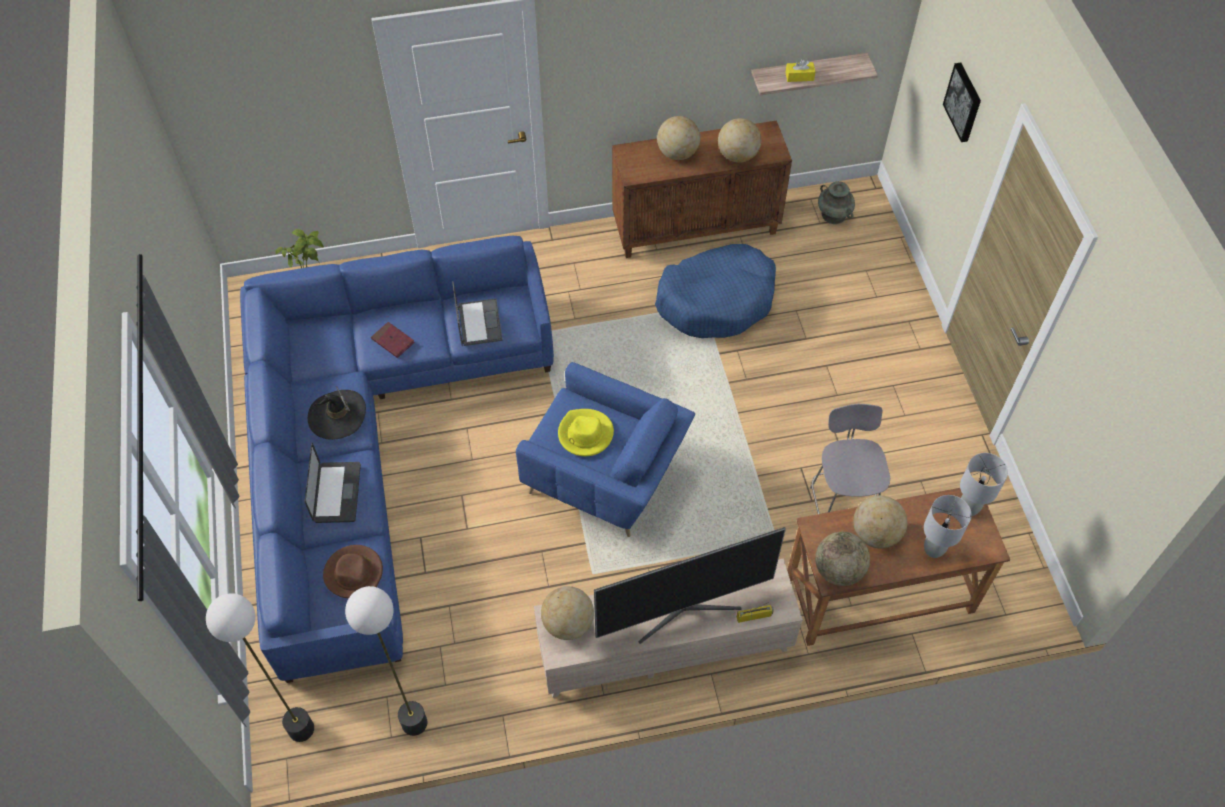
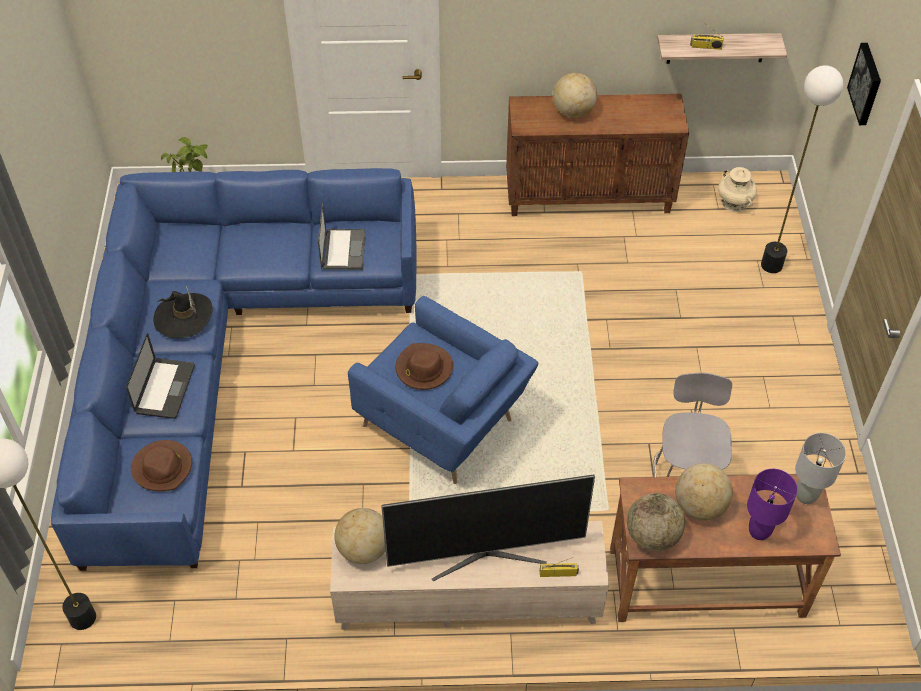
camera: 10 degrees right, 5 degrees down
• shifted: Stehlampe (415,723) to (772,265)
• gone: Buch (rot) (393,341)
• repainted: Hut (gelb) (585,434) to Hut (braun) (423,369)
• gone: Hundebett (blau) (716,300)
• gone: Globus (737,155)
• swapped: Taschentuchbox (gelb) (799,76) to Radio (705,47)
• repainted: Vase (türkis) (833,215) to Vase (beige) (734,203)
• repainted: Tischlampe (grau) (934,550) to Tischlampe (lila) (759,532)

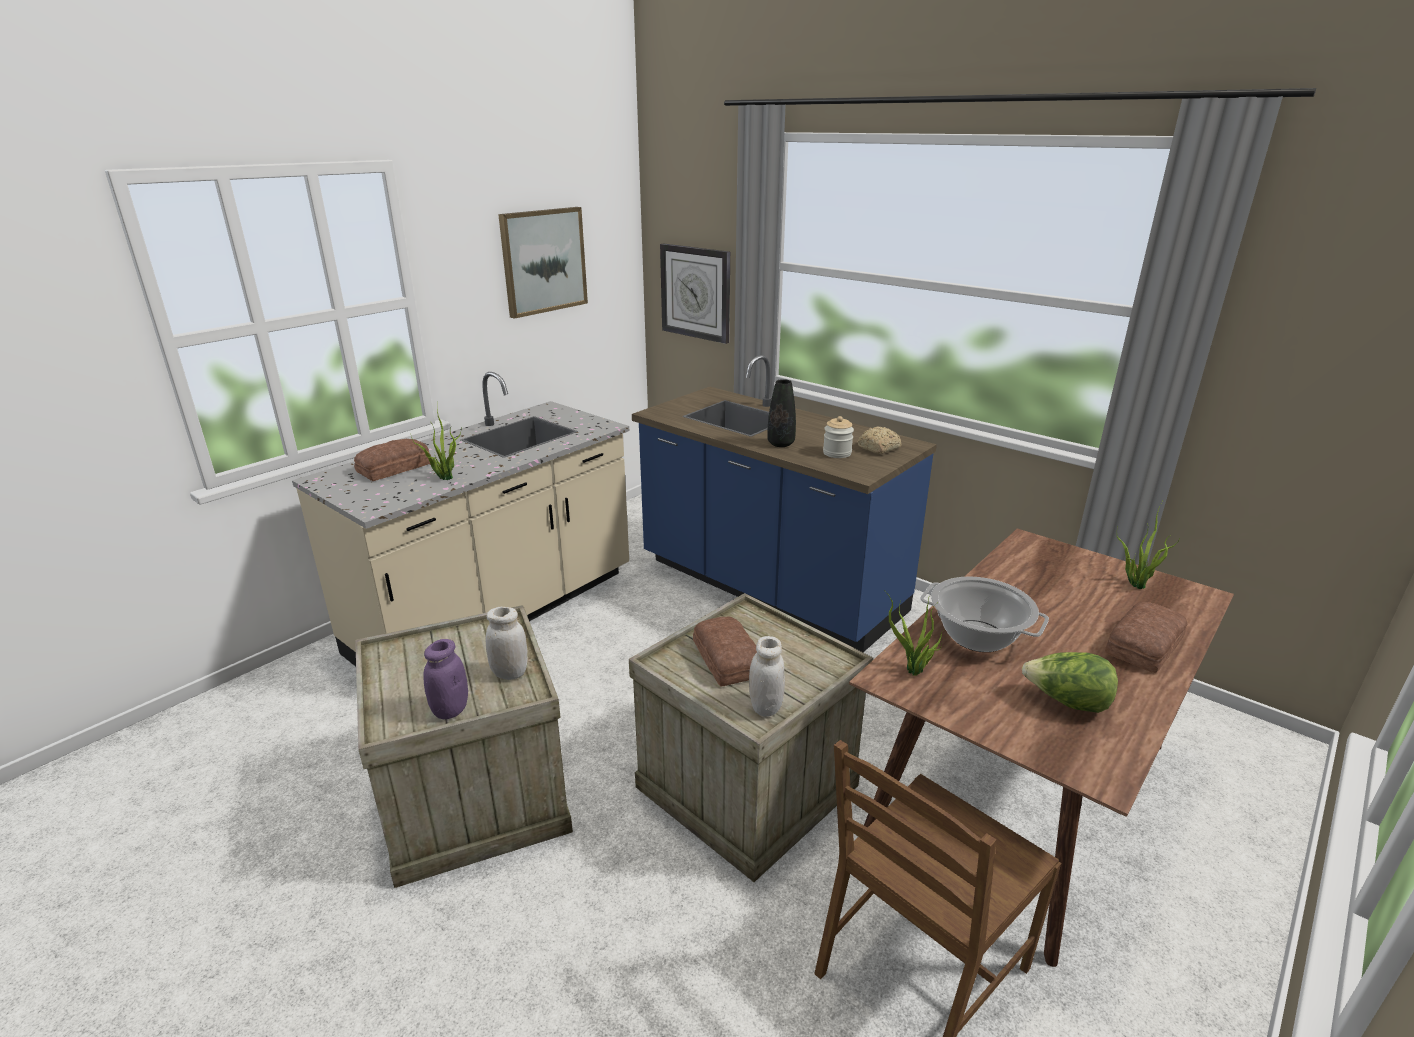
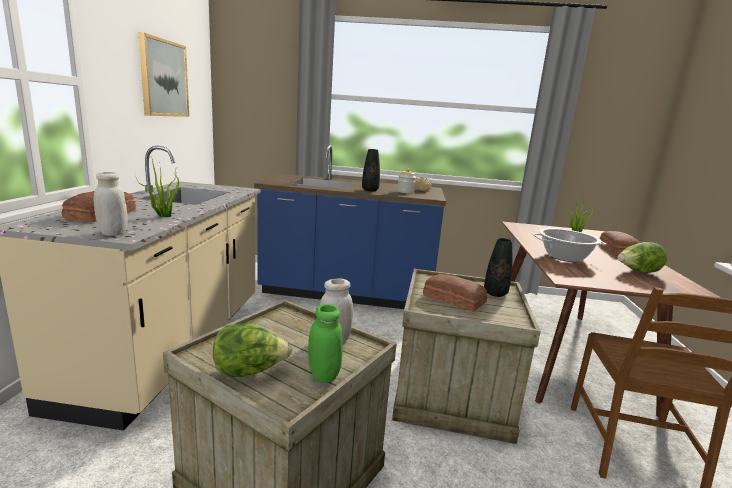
camera: 35 degrees left, 10 degrees down
• repainted: Vorratsglas (lila) (450,710) to Vorratsglas (grün) (324,375)
• gone: Wanduhr (696,292)
• shifted: Vorratsglas (weiß) (765,707) to (113,233)
• gone: Topfpflanze (913,672)
• new: Salatkopf (250,372)
• new: Vase (schwarz) (495,293)

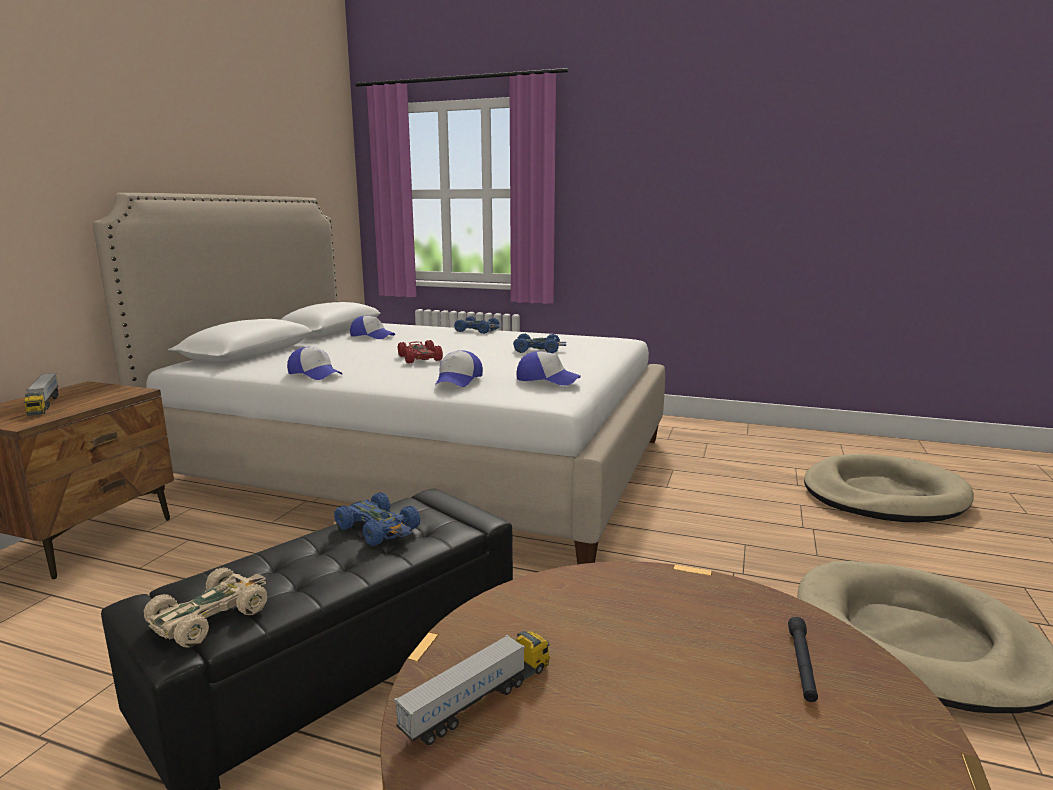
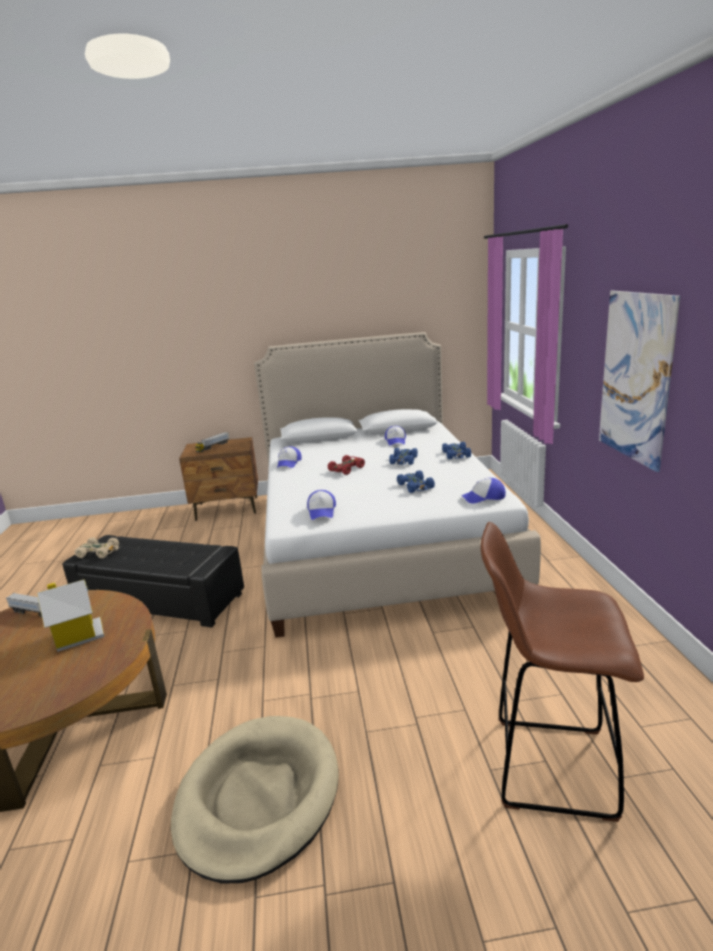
camera: 65 degrees right, 5 degrees up
• shifted: Spielzeugauto (blau) (379,528) to (404,460)
• shifted: Kappe (458,380) to (484,497)
• gone: Taschenlampe (schwarz) (802,665)
• swapped: Hundebett (beige) (883,495) to Hocker (braun) (548,766)
• new: Spielzeughaus (77,635)
• new: Bild (635,377)

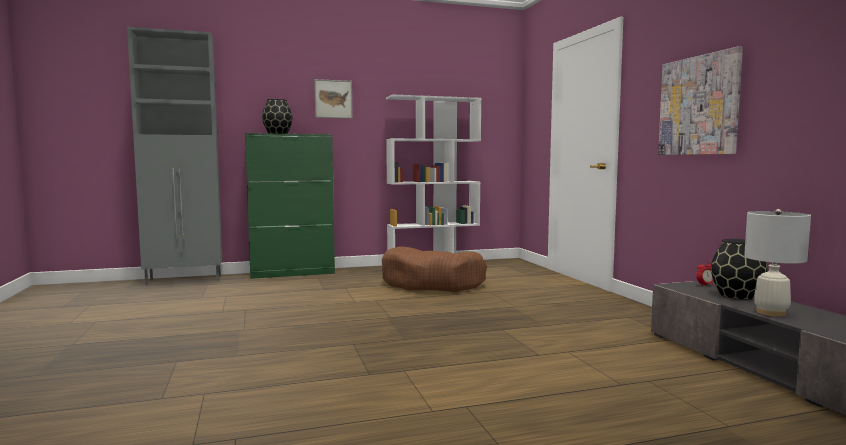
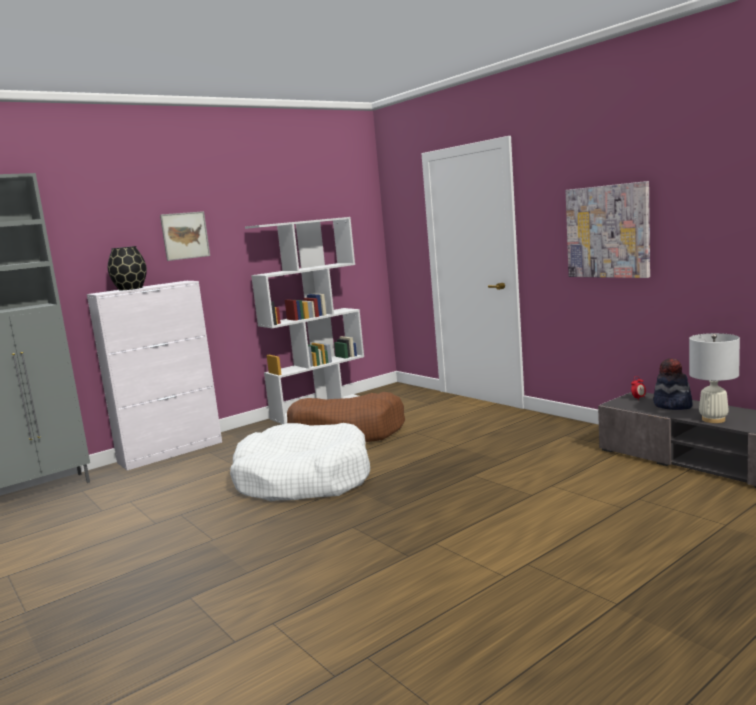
camera: 20 degrees left, 5 degrees up
• repainted: Schrank (grün) (293,273) to Schrank (weiß) (171,452)
• swapped: Vase (schwarz) (736,295) to Hut (672,405)
• new: Hundebett (weiß) (303,480)

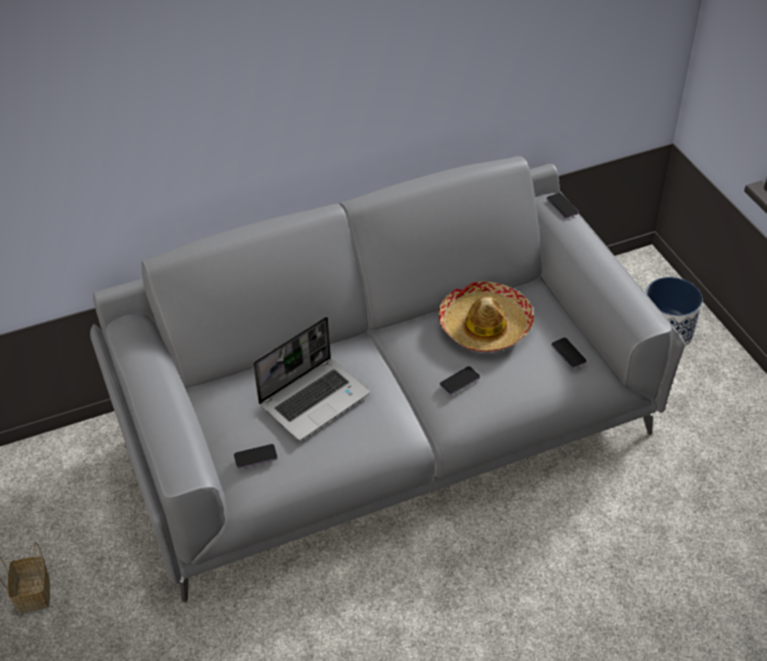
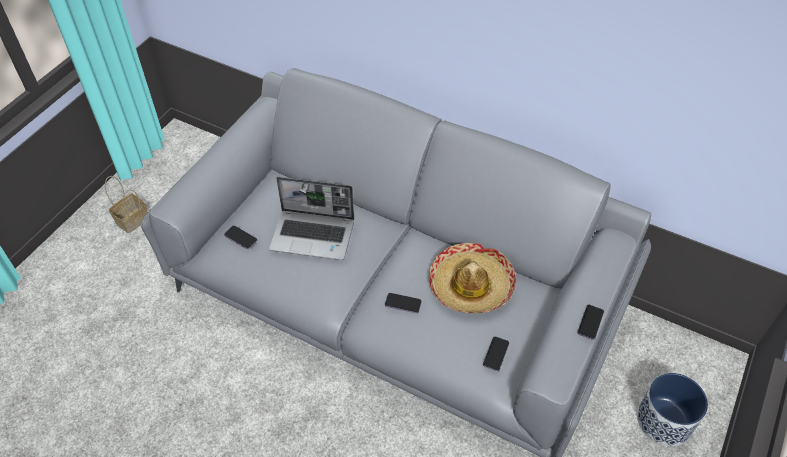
camera: 50 degrees right, 5 degrees up
• shifted: Handy (562,206) to (590,322)

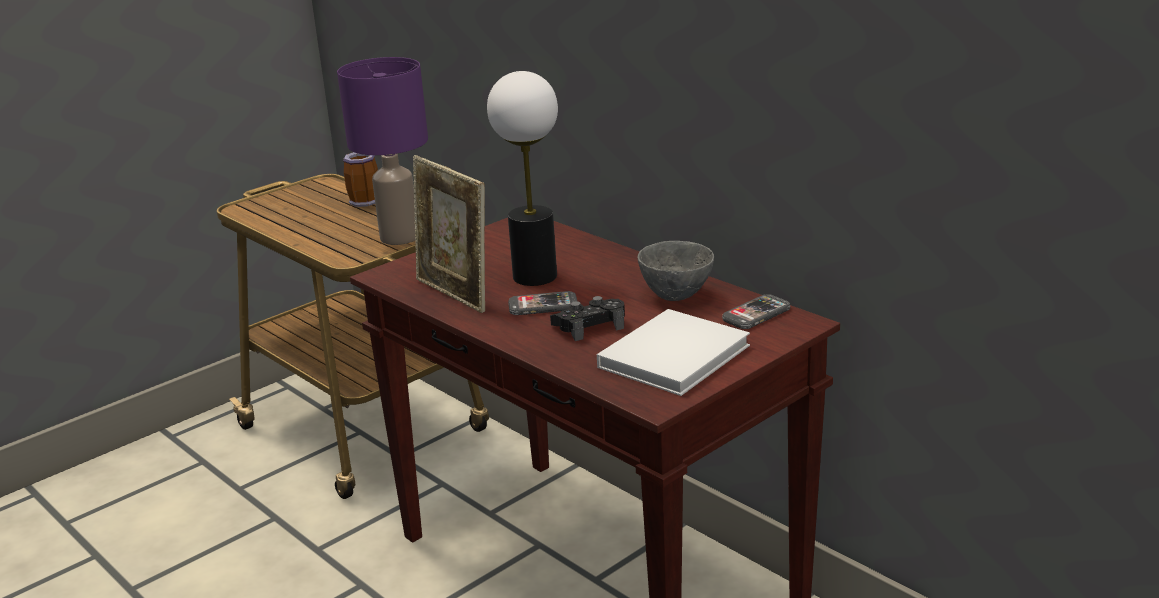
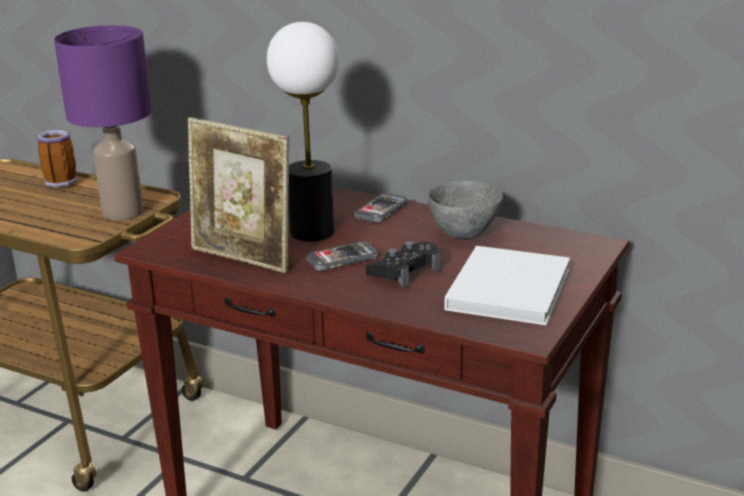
camera: 20 degrees left, 0 degrees up
• shifted: Handy (756,314) to (381,210)

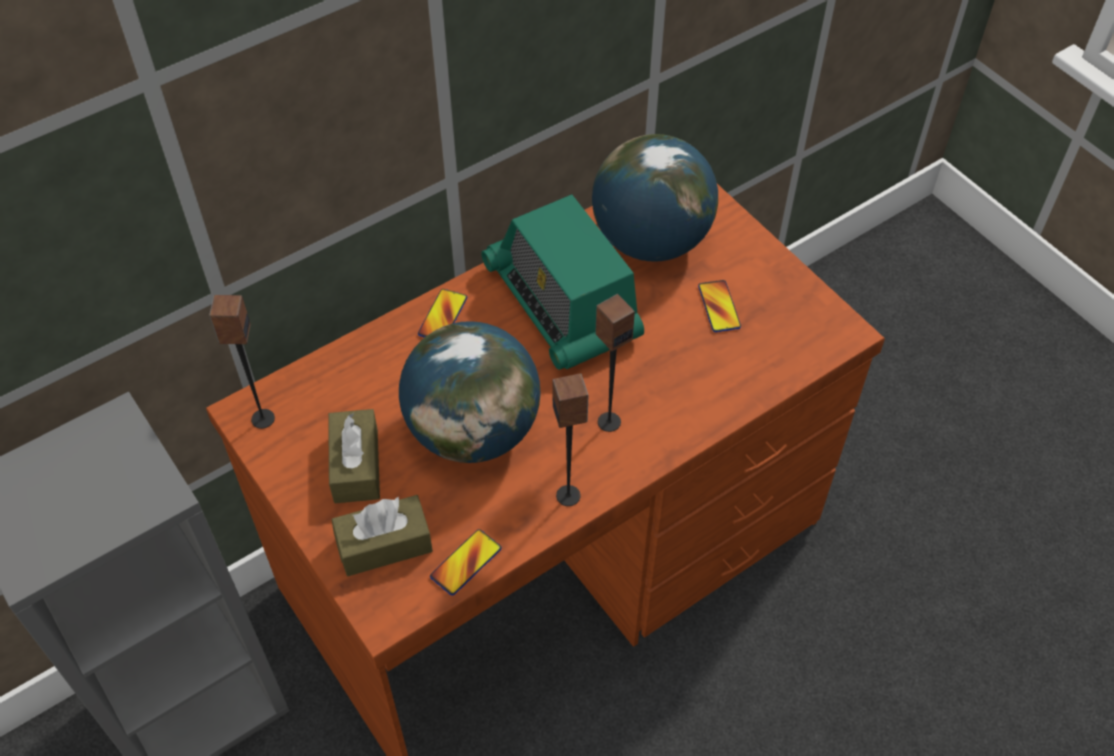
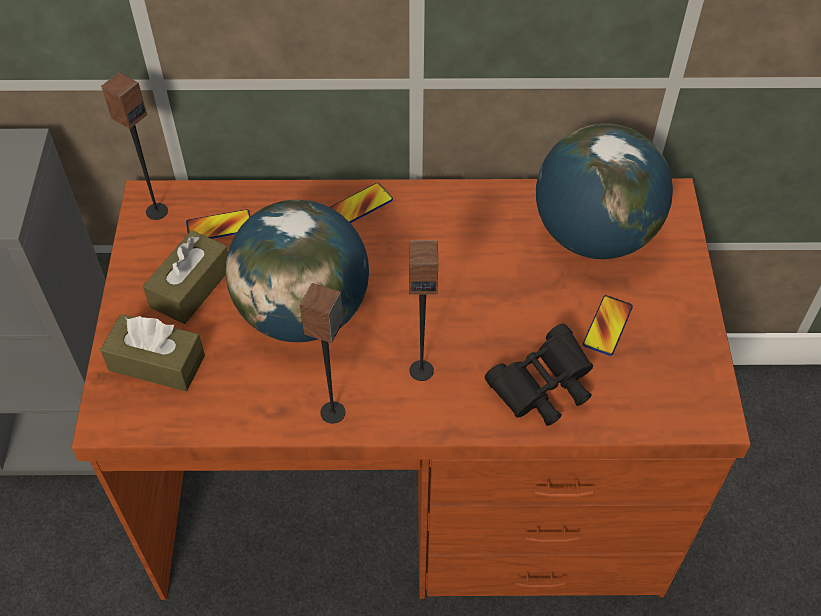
camera: 35 degrees right, 0 degrees up
• shifted: Handy (466,563) to (219,227)
• gone: Radio (562,303)
• new: Fernglas (schwarz) (542,389)

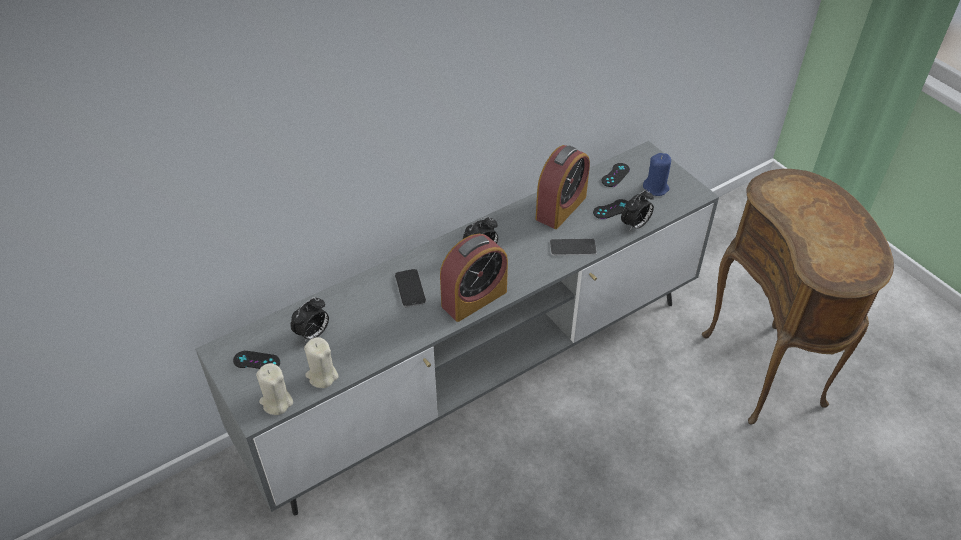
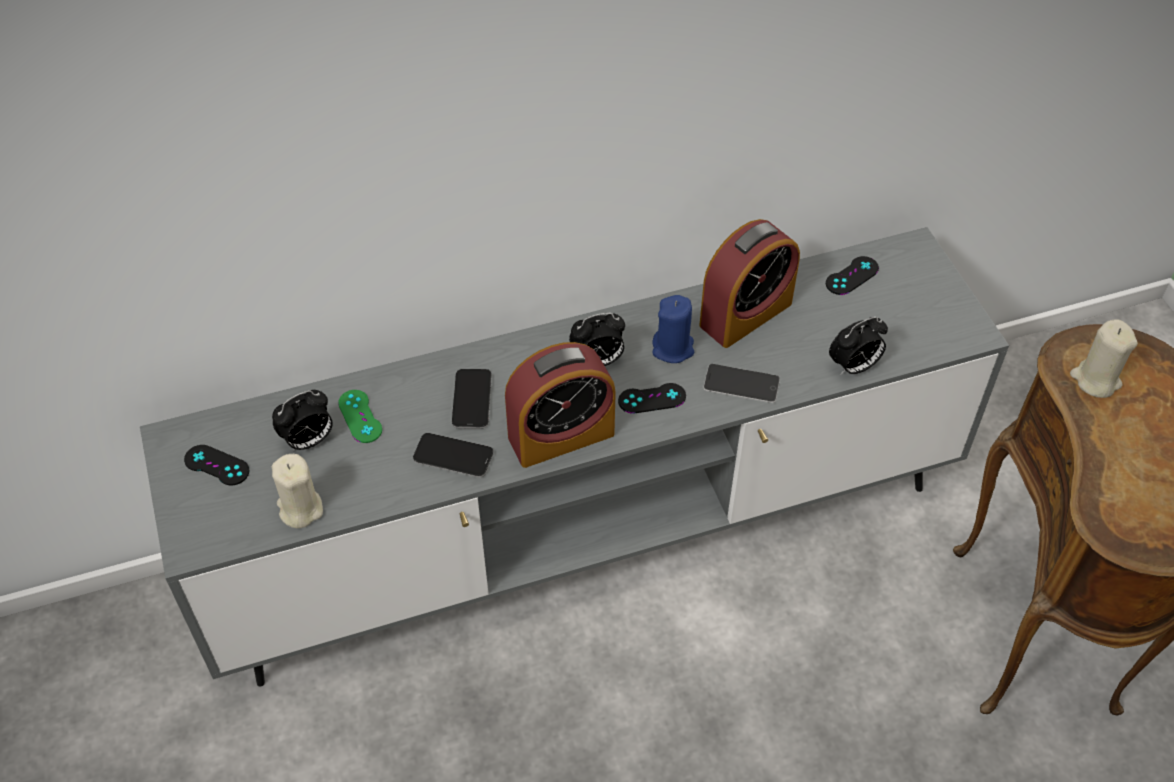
camera: 15 degrees right, 5 degrees up
• shifted: Kerze (beige) (276,402) to (1095,380)
• shifted: Gamepad (schwarz) (612,209) to (652,398)
• shifted: Kerze (blau) (656,188) to (673,348)
• new: Gamepad (grün) (360,416)
• new: Handy (453,456)

